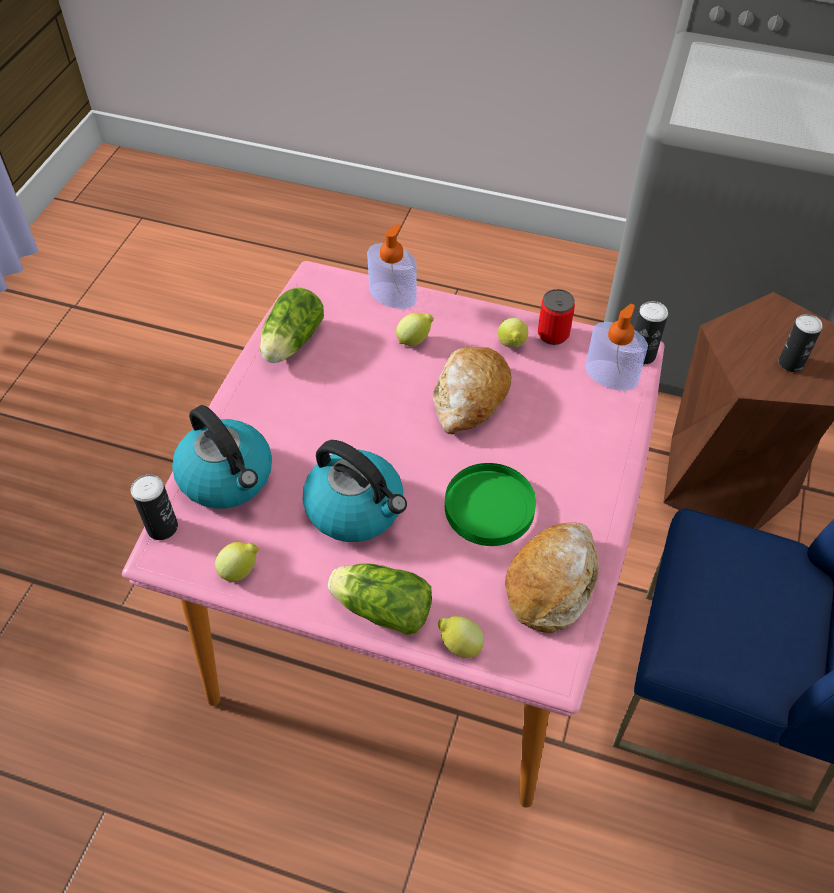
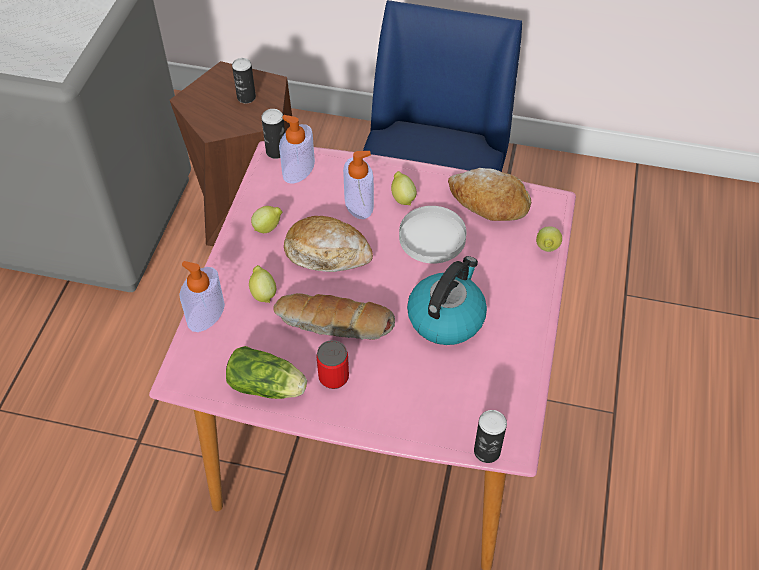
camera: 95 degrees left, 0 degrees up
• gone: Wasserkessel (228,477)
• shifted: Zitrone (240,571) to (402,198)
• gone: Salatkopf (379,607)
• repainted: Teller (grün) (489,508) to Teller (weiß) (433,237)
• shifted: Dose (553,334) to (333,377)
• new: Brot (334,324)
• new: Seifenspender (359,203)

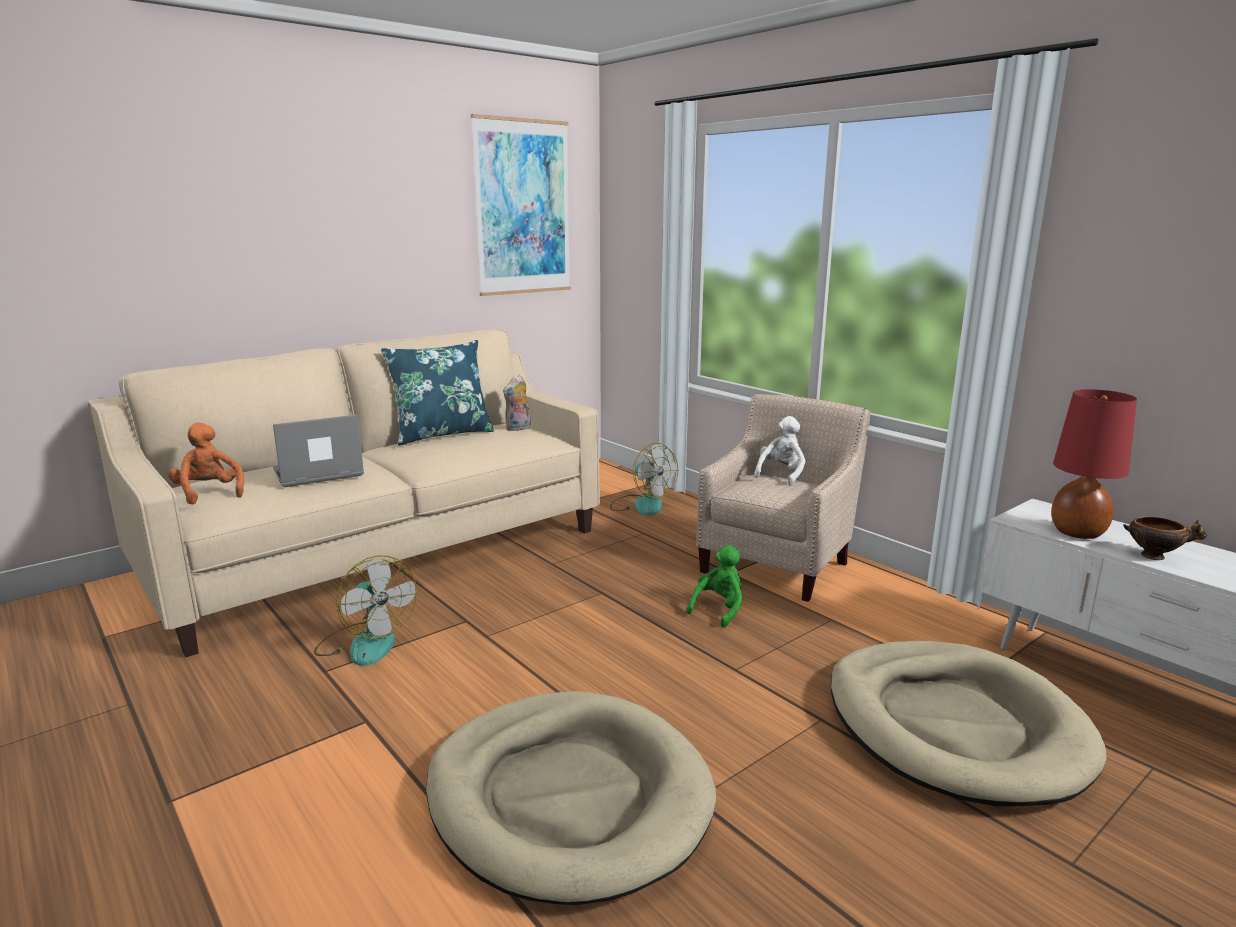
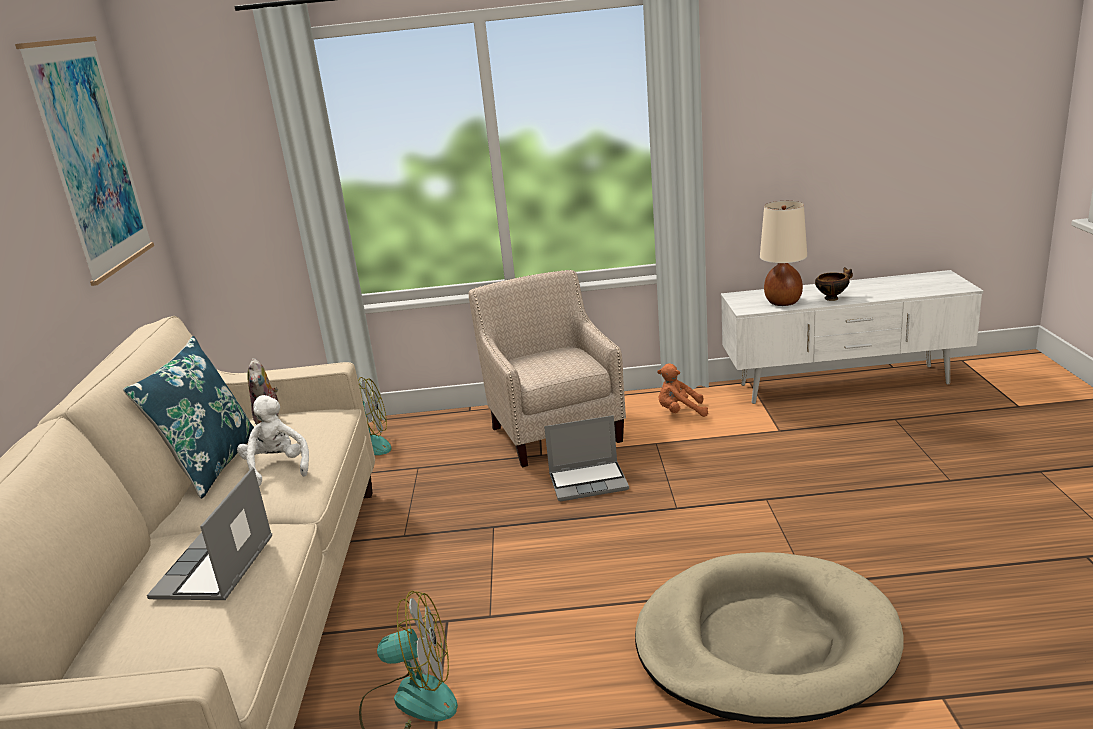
camera: 50 degrees left, 5 degrees up
• shifted: Plüschtier (orange) (209,493) to (680,412)
• swapped: Plüschtier (grün) (719,609) to Laptop (589,482)
• shifted: Plüschtier (weiß) (781,475) to (277,468)
• gone: Hundebett (beige) (954,726)
• repainted: Tischlampe (rot) (1078,533) to Tischlampe (beige) (783,302)

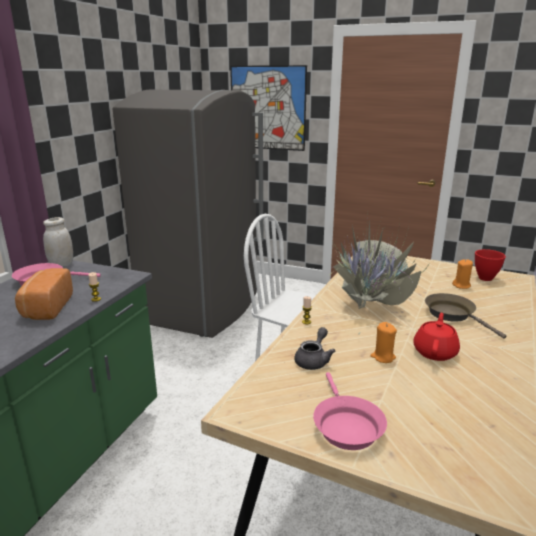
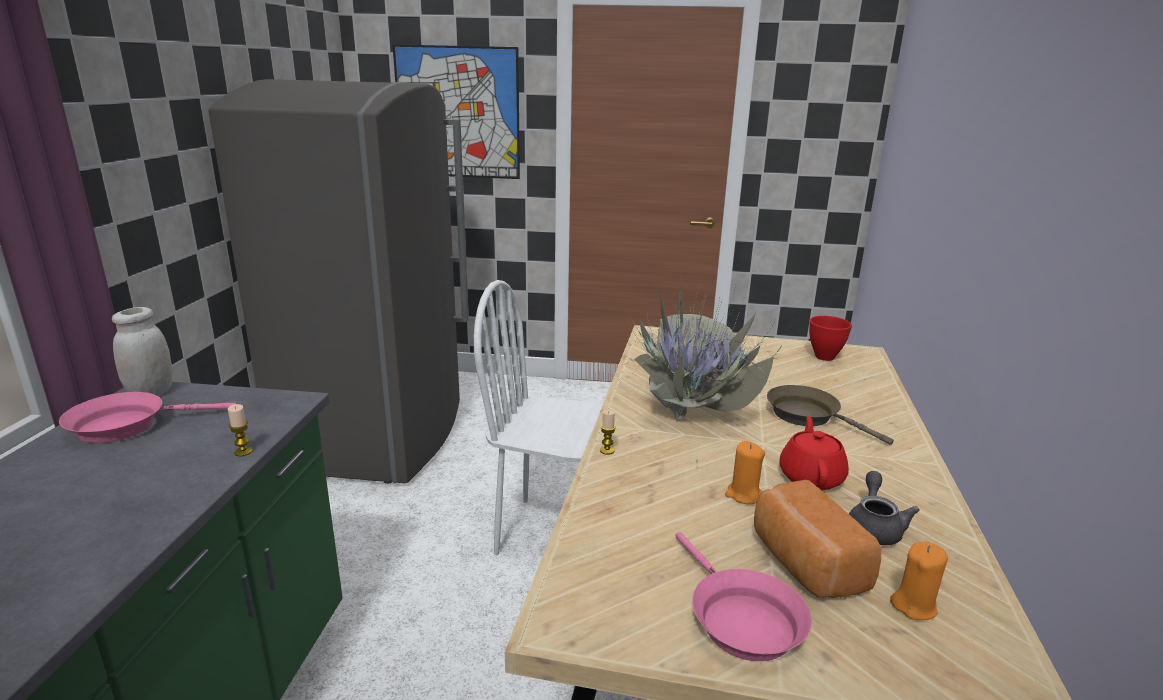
camera: 15 degrees left, 0 degrees up
• shifted: Brot (46,308) to (803,564)
• shifted: Teekanne (grau) (314,360) to (874,527)
• shifted: Kerze (orange) (461,285) to (913,605)

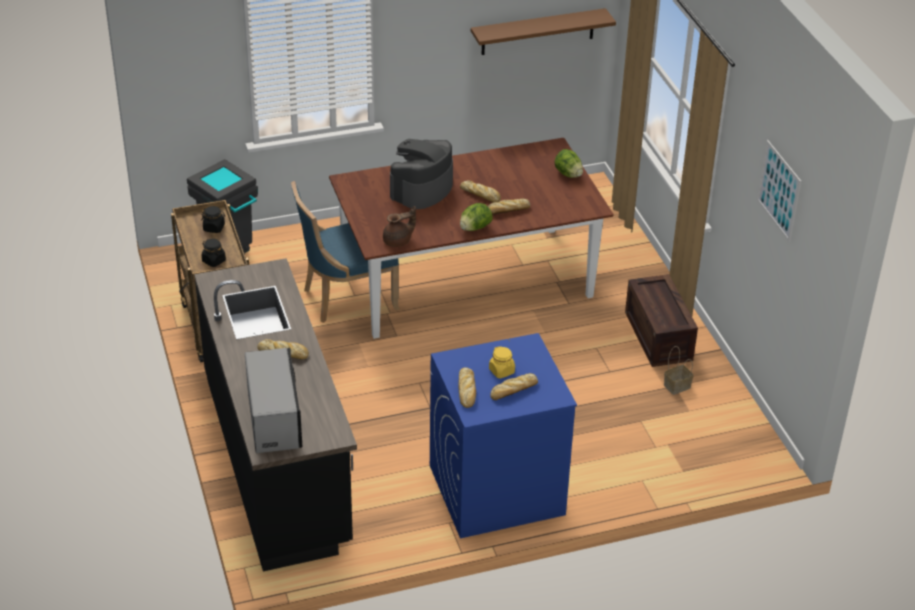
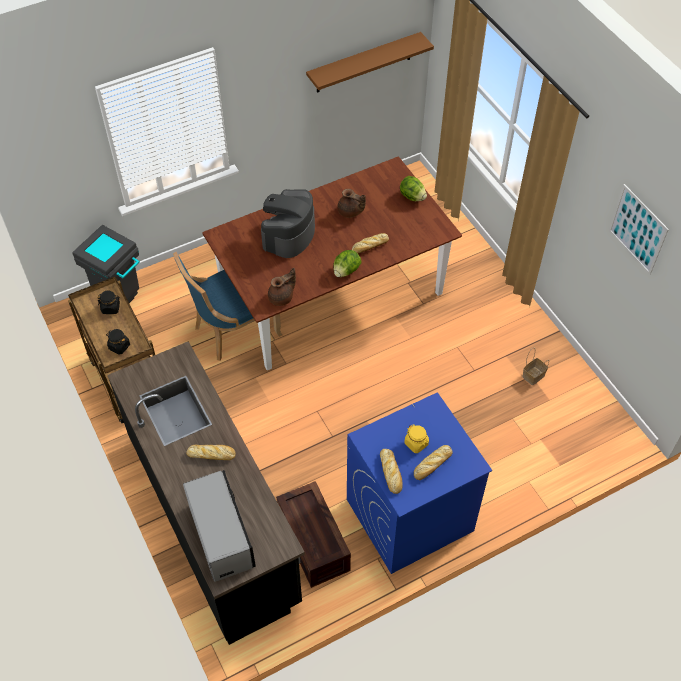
camera: 10 degrees left, 15 degrees up
• gone: Brot (481,195)
• shifted: Kiste (660,337) to (315,543)
• new: Teekanne (braun) (350,212)

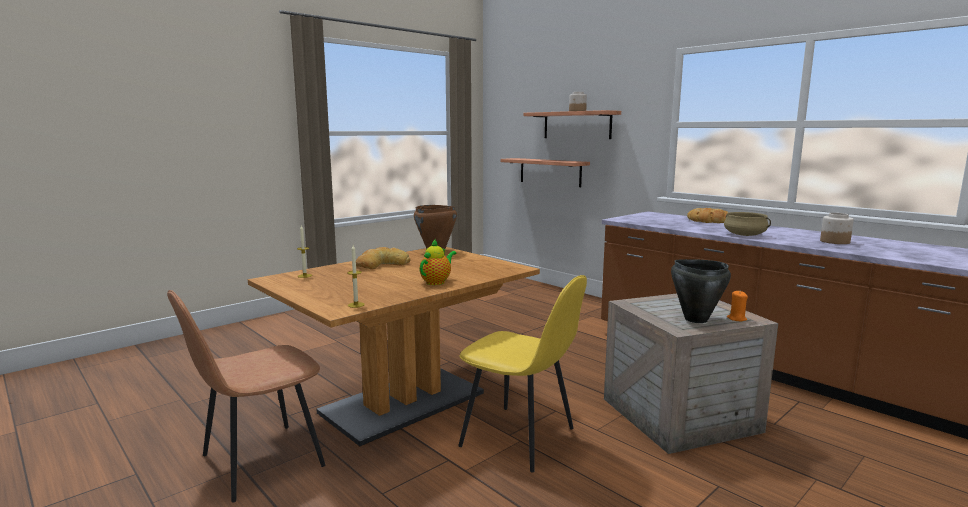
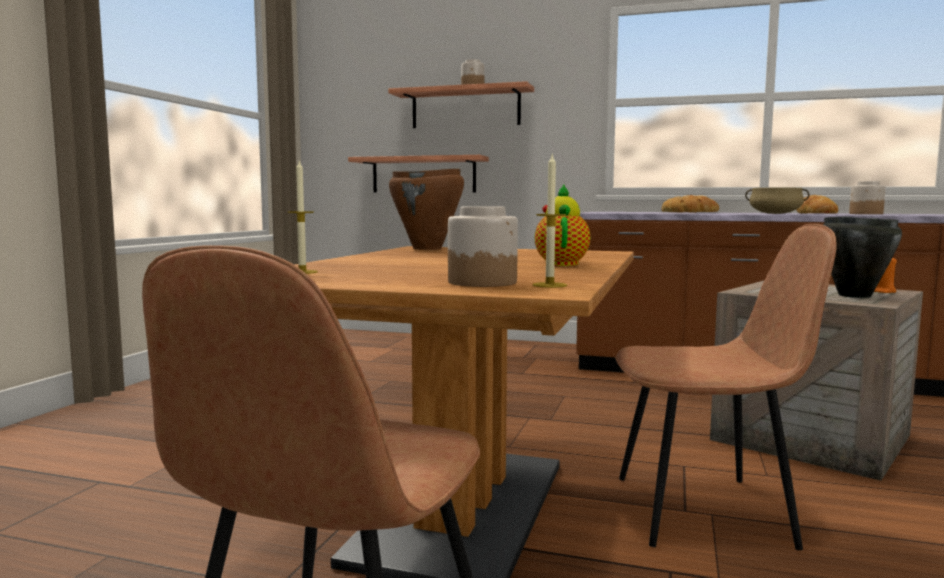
camera: 30 degrees left, 5 degrees down
• shifted: Brot (382,264) to (817,213)
• repainted: Stuhl (gelb) (520,438) to Stuhl (braun) (706,511)
• new: Vorratsglas (482,282)

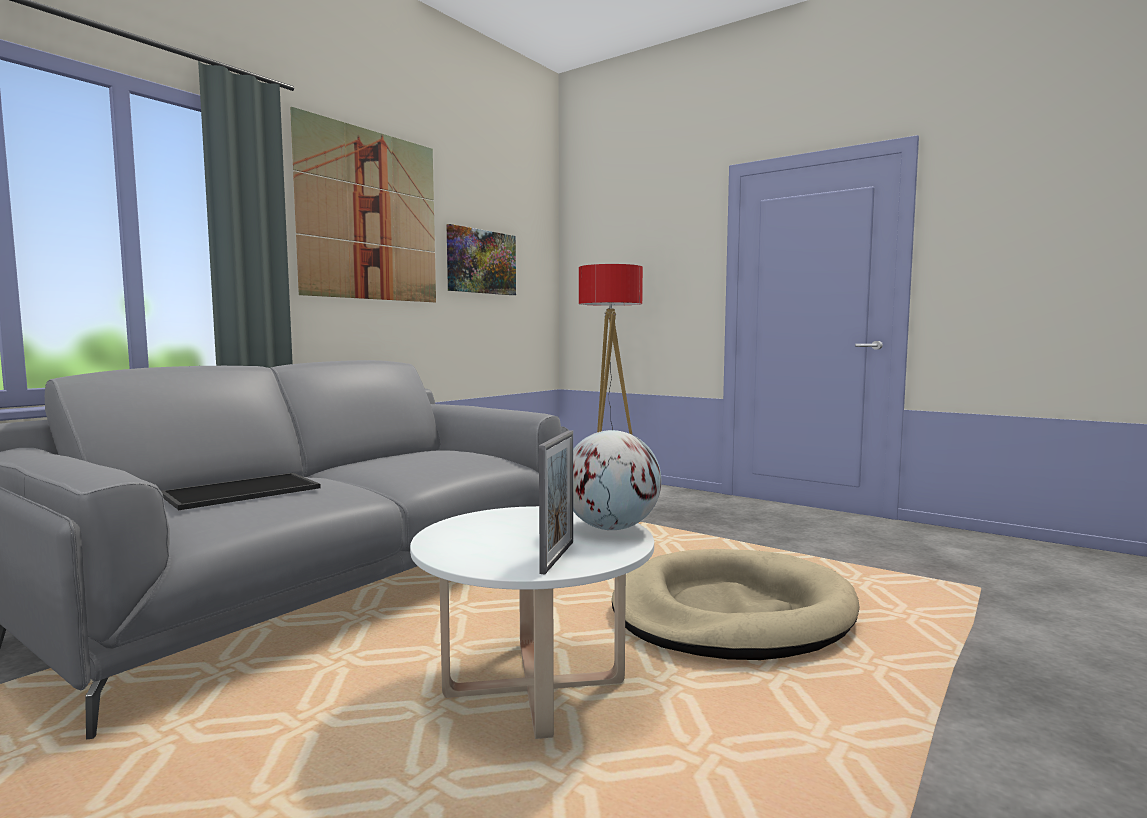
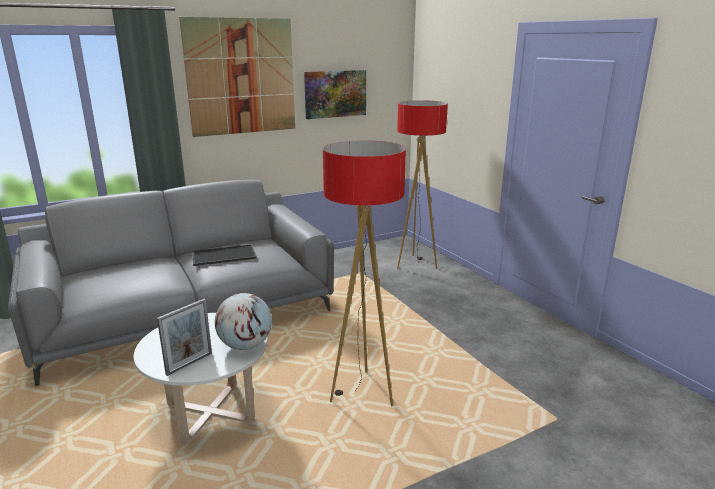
camera: 25 degrees right, 15 degrees up
• shifted: Tablett (241,492) to (223,256)
• swapped: Hundebett (beige) (731,613) to Stehlampe (362,393)

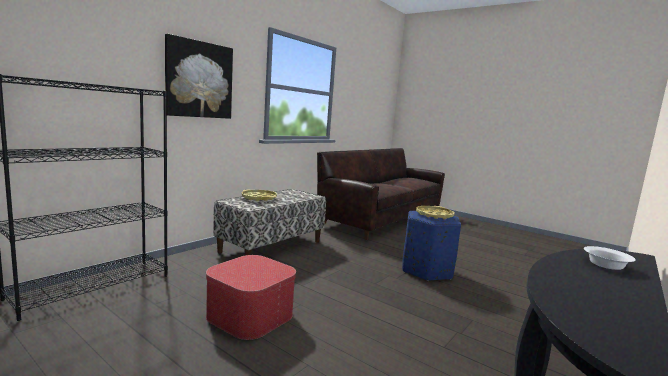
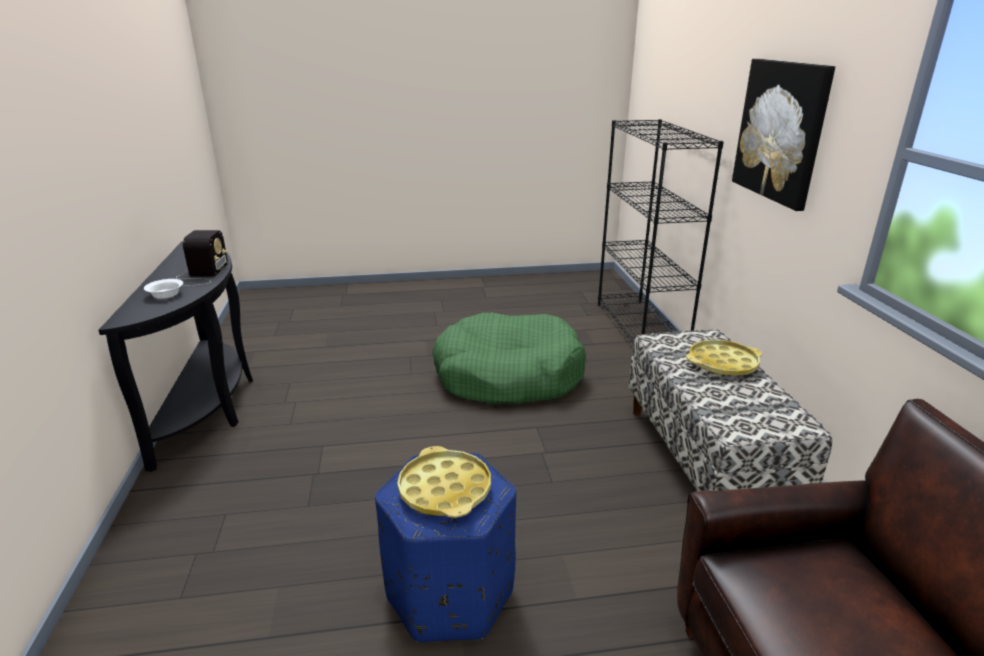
camera: 135 degrees right, 15 degrees up
• swapped: Polsterhocker (249,315) to Hundebett (grün) (508,375)
• new: Radio (200,275)

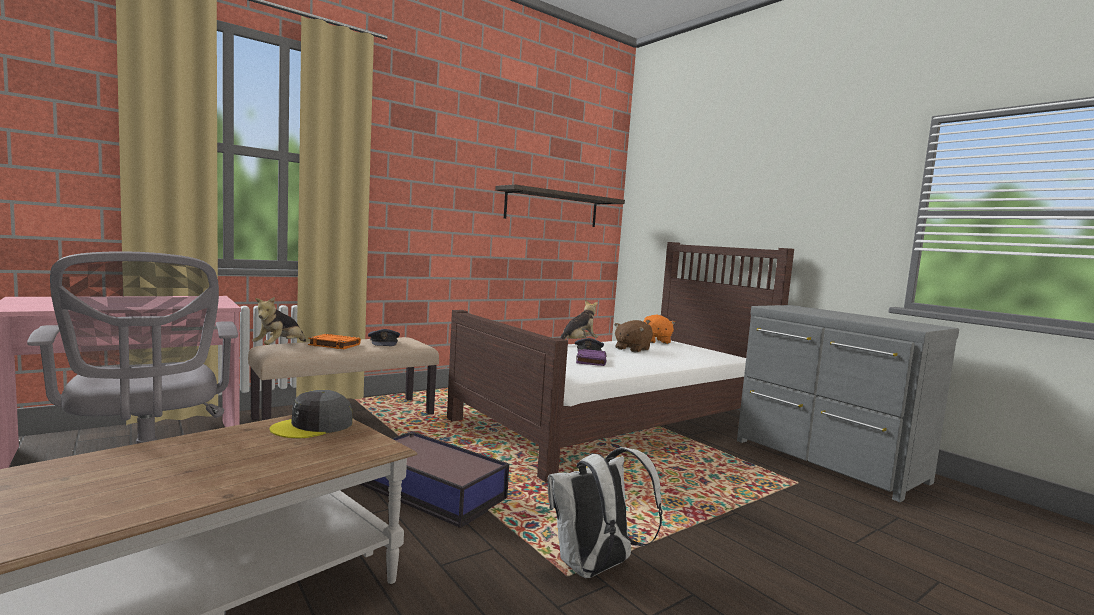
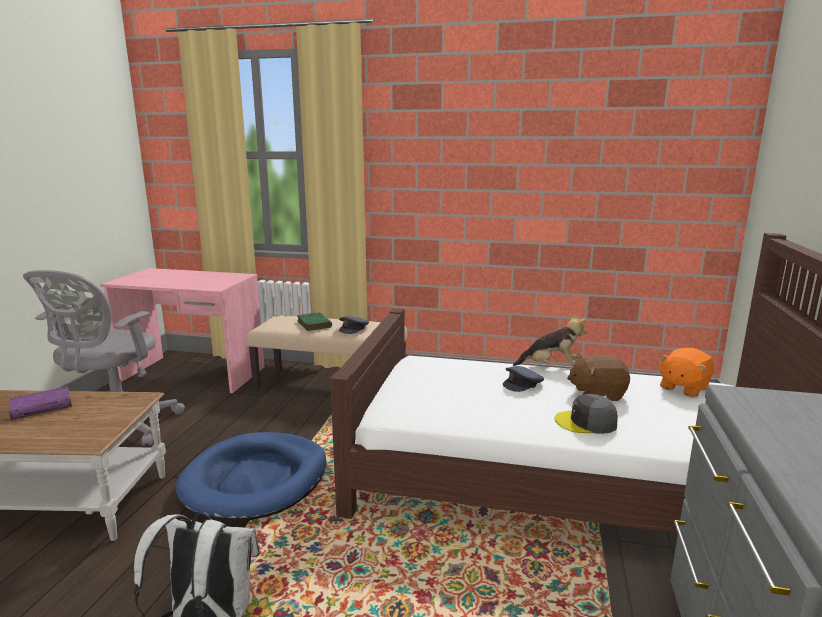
camera: 50 degrees right, 10 degrees up
• gone: Plüschtier (280,347)
• shifted: Kappe (grau) (313,426) to (586,422)
• repainted: Buch (orange) (334,345) to Buch (grün) (314,324)
• swapped: Aufbewahrungsbox (431,491) to Hundebett (blau) (256,480)
• gone: Wandregal (552,208)
• shifted: Buch (lila) (591,360) to (42,406)

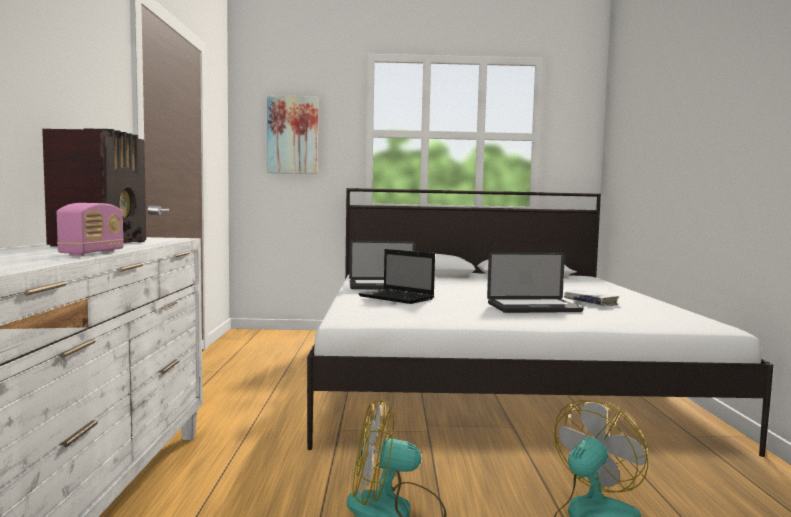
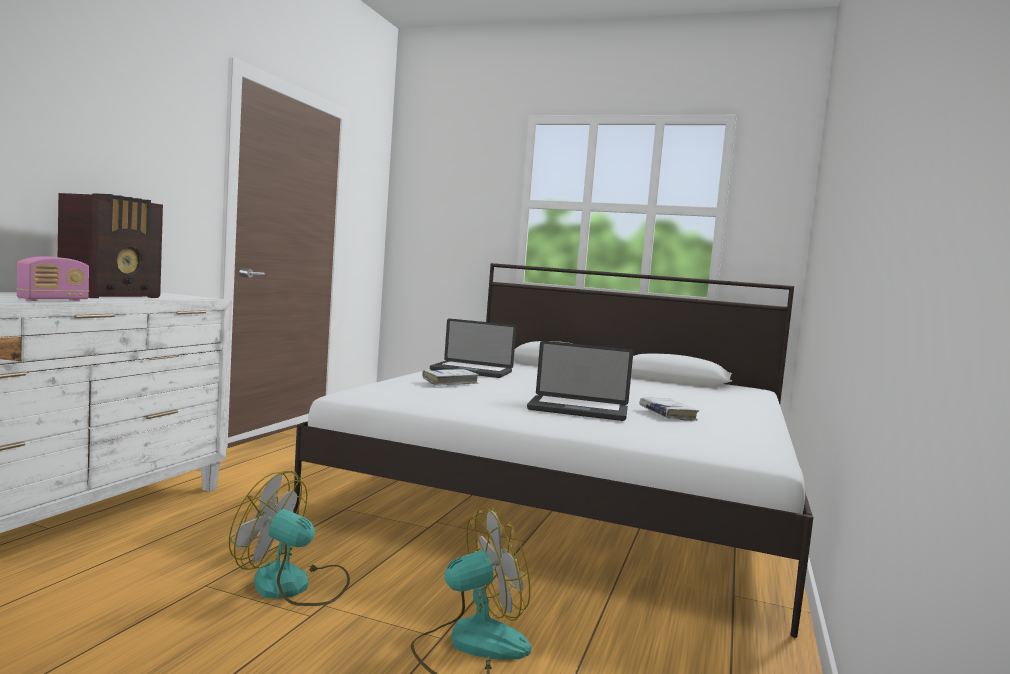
camera: 20 degrees right, 0 degrees up
• gone: Bild (293,135)
• swapped: Laptop (398,298) to Buch (weiß) (450,382)

